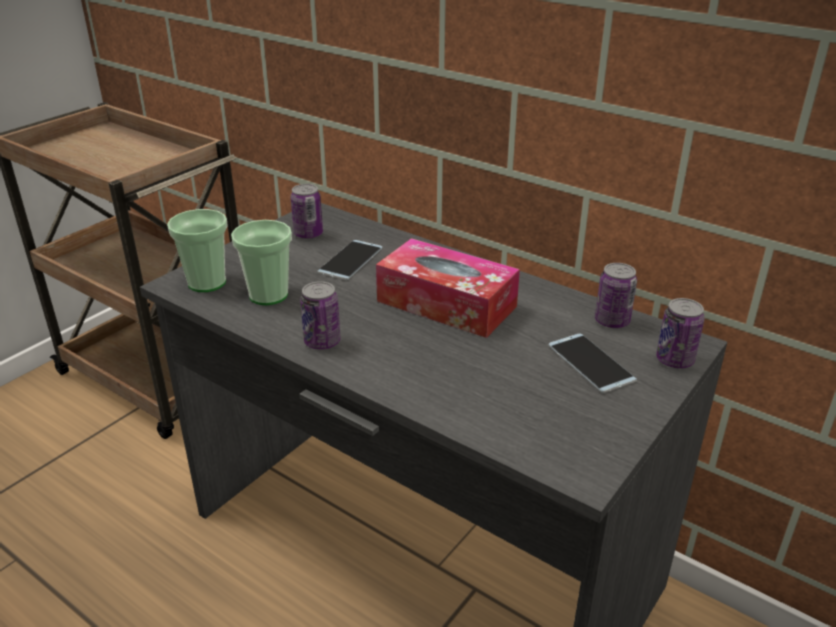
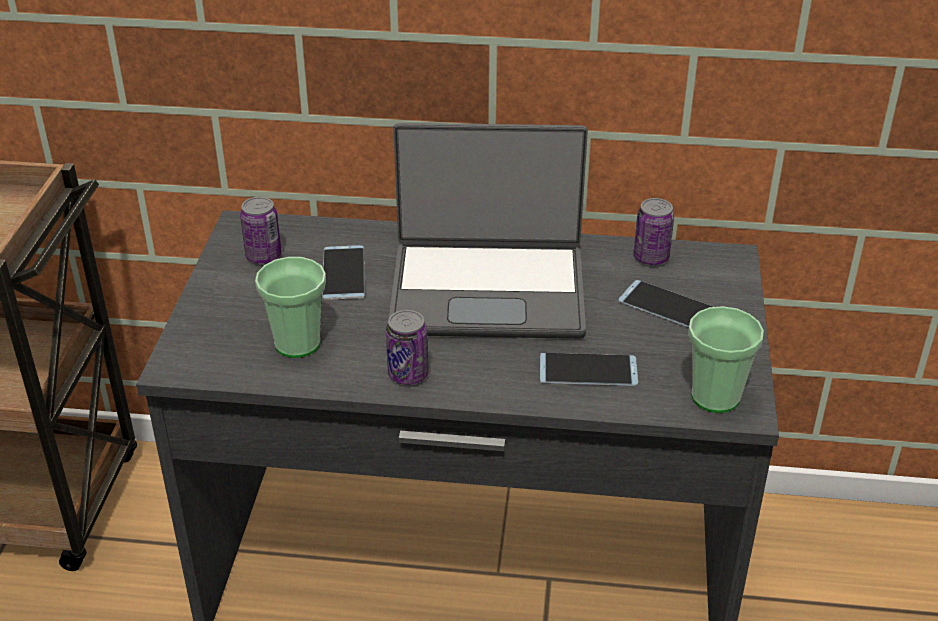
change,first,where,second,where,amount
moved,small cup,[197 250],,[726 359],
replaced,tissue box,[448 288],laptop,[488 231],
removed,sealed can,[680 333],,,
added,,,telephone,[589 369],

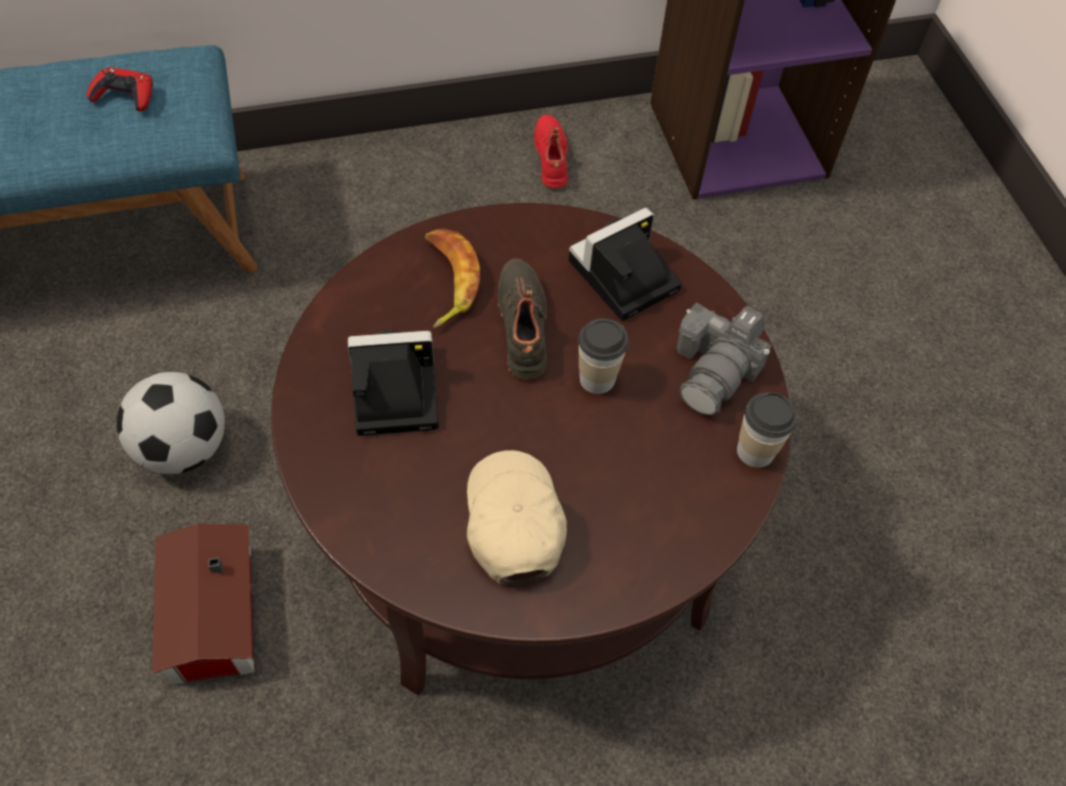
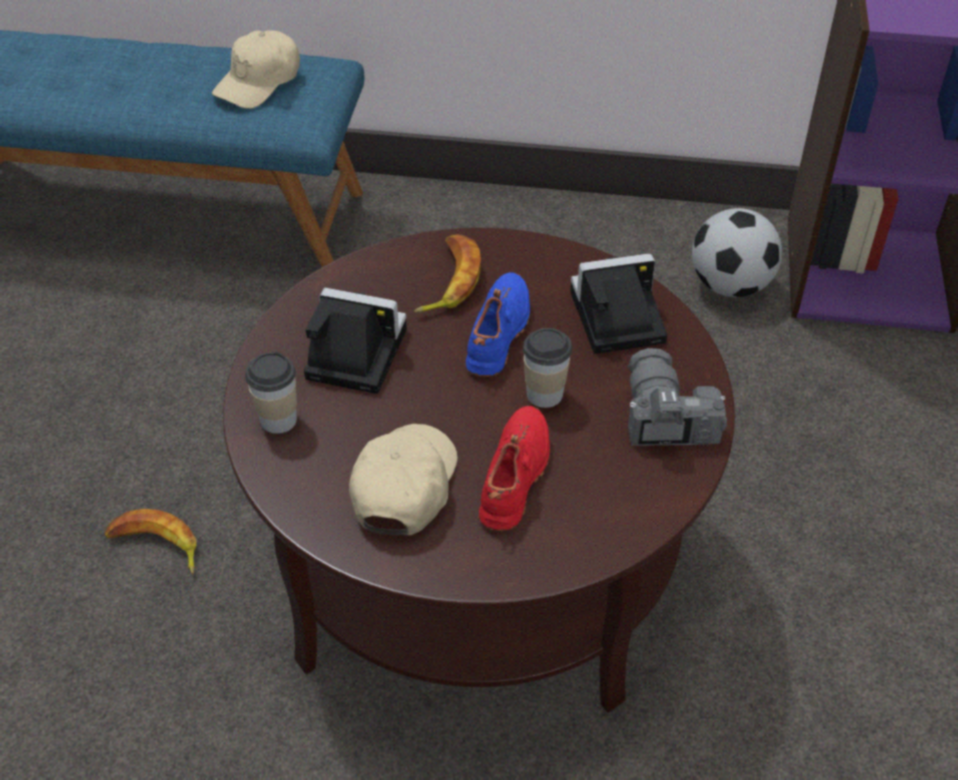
change,first,where,second,where,amount
replaced,gamepad (red),[120 89],cap (beige-coloured),[256 69],
moved,shoe (red),[551 152],,[514 468],
recoloured,shoe (blackish),[522 319],shoe (bluish),[497 324],
turned,photo camera,[724 359],,[677 397],120 degrees clockwise
moved,football,[171 423],,[737 252],
moved,small cup,[767 430],,[271 393],
replaced,model house,[203 604],banana fruit,[150 542],

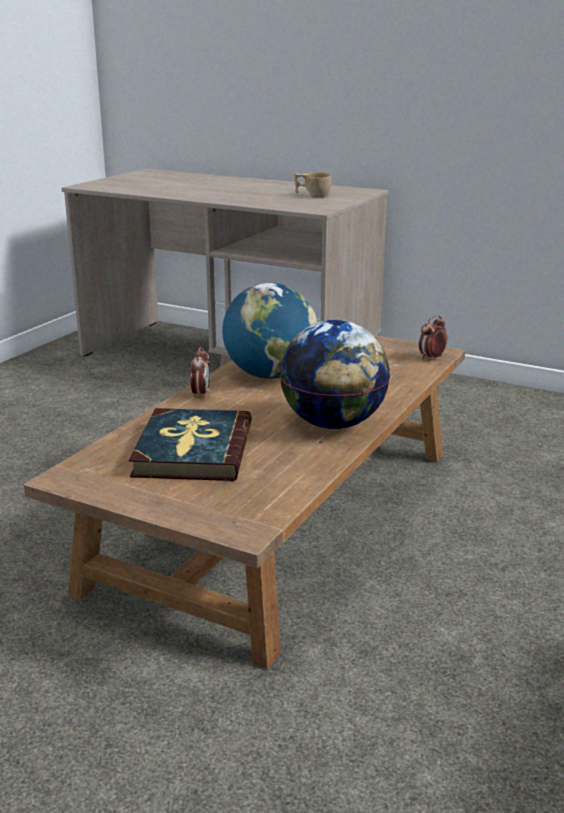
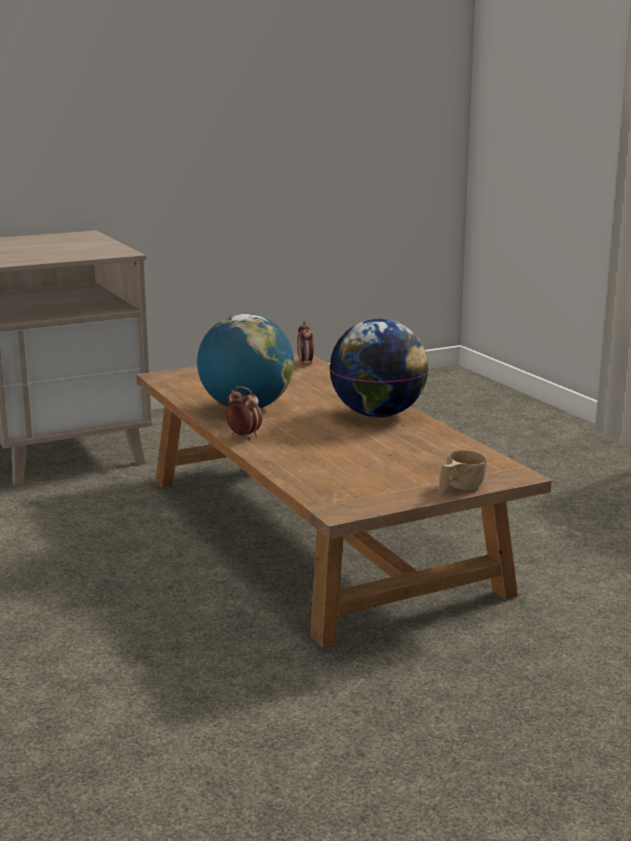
change,first,where,second,where,amount
moved,small cup (beige-coloured),[313 184],,[462 471],
removed,book,[190 444],,,

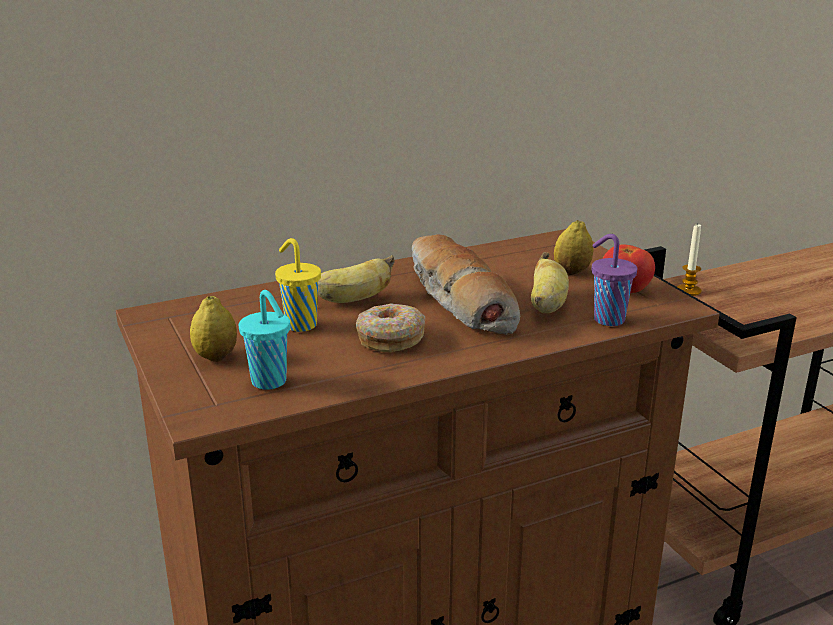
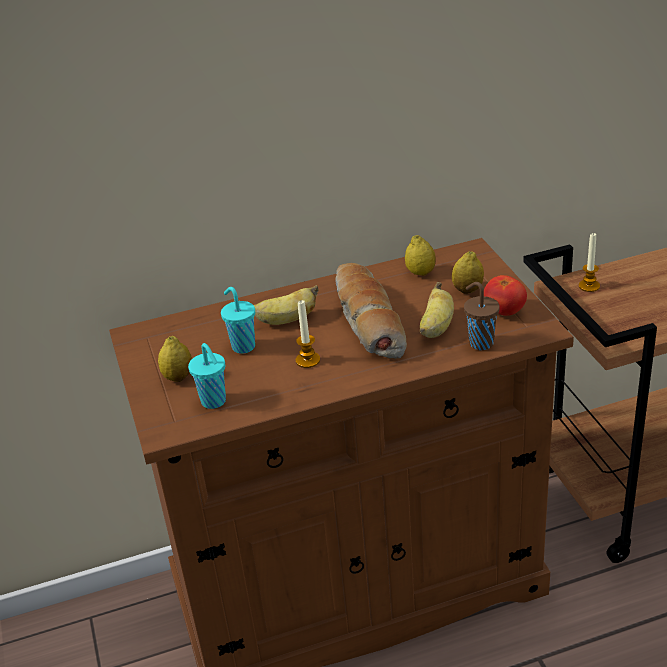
change,first,where,second,where,amount
recoloured,small cup (purple),[615 280],small cup (brownish),[482 316],
recoloured,small cup (yellow),[298 285],small cup (turquoise-coloured),[238 320],
replaced,ring doughnut,[390 328],candle,[308 334],
added,,,whole lemon,[420 255],

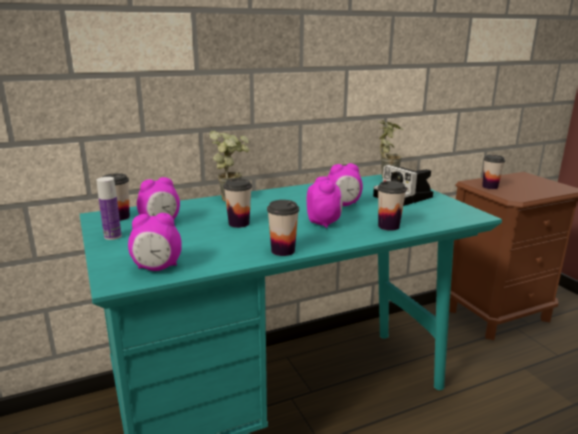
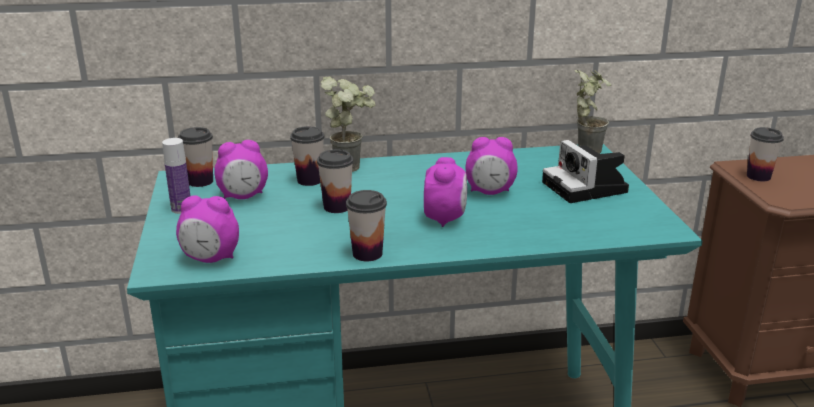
change,first,where,second,where,amount
moved,small cup,[392 206],,[307 156],

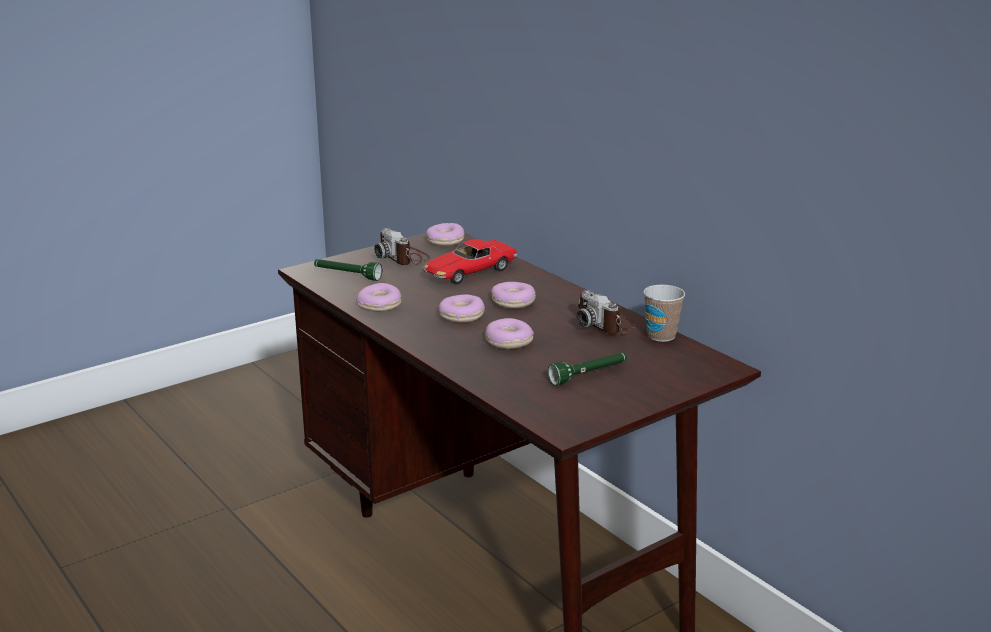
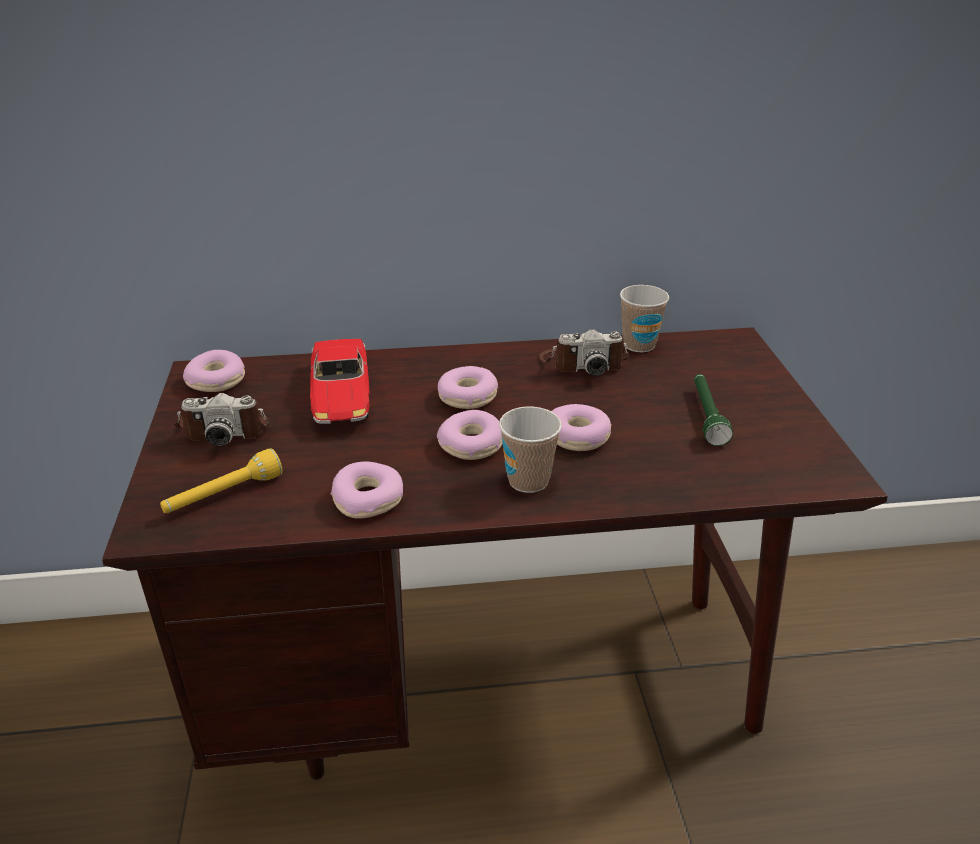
change,first,where,second,where,amount
recoloured,hand torch (green-coloured),[348 270],hand torch (yellow),[221 480],
added,,,small cup,[530 450],

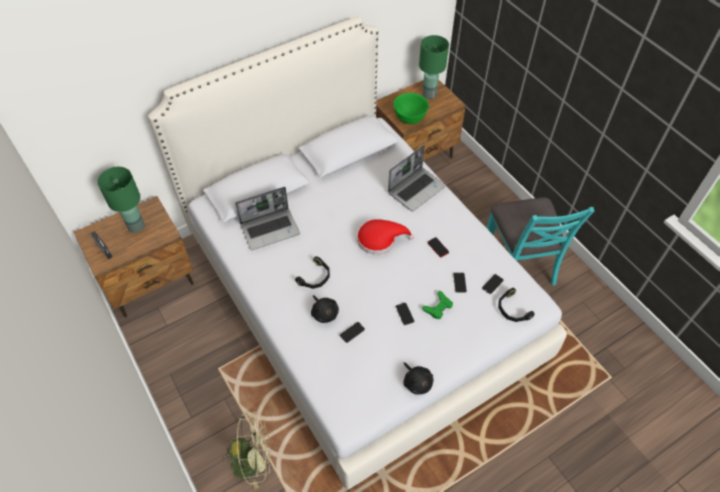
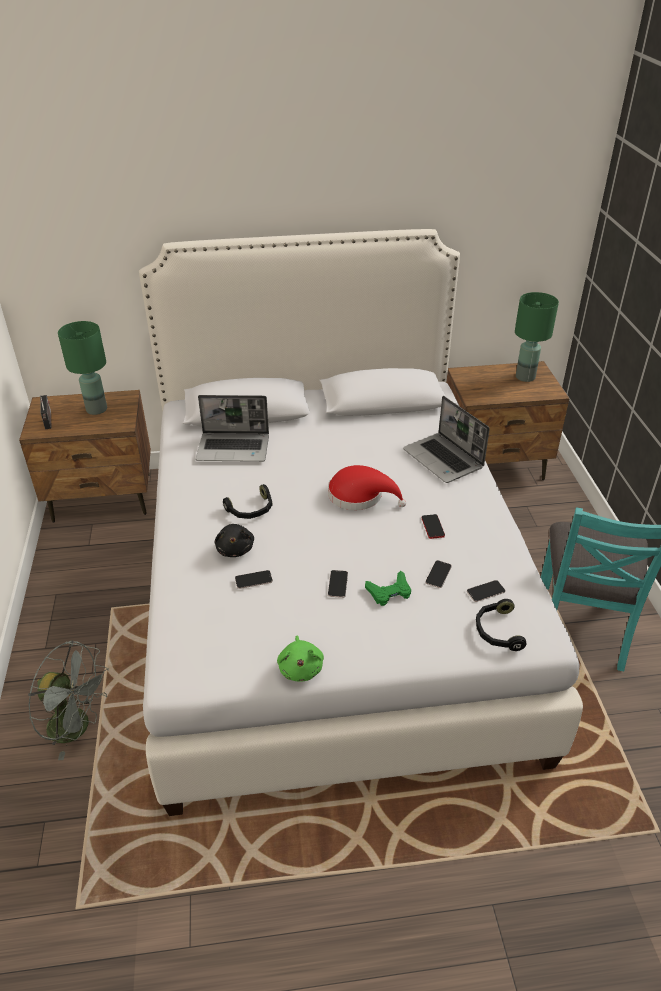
change,first,where,second,where,amount
removed,deep dish (green-coloured),[411 108],,,
turned,laptop,[417 178],,[446 439],75 degrees clockwise
recoloured,cuddly toy (blackish),[418 378],cuddly toy (green-coloured),[300 658],
recoloured,electric fan (green-coloured),[247 450],electric fan (gray),[68 700],

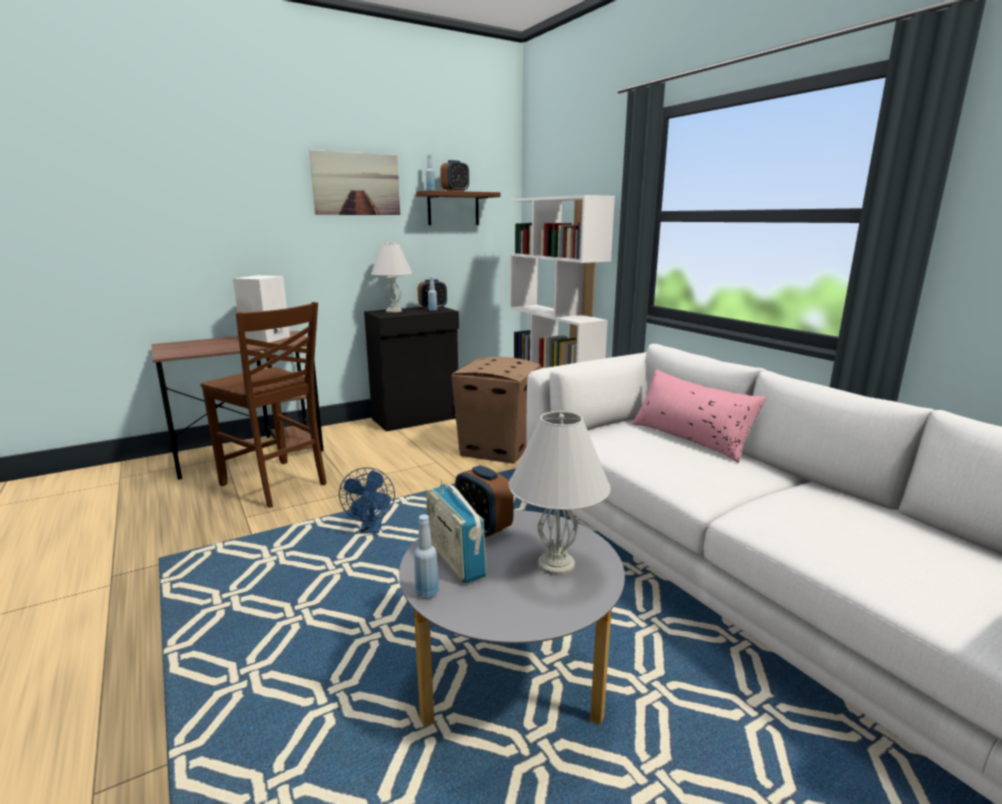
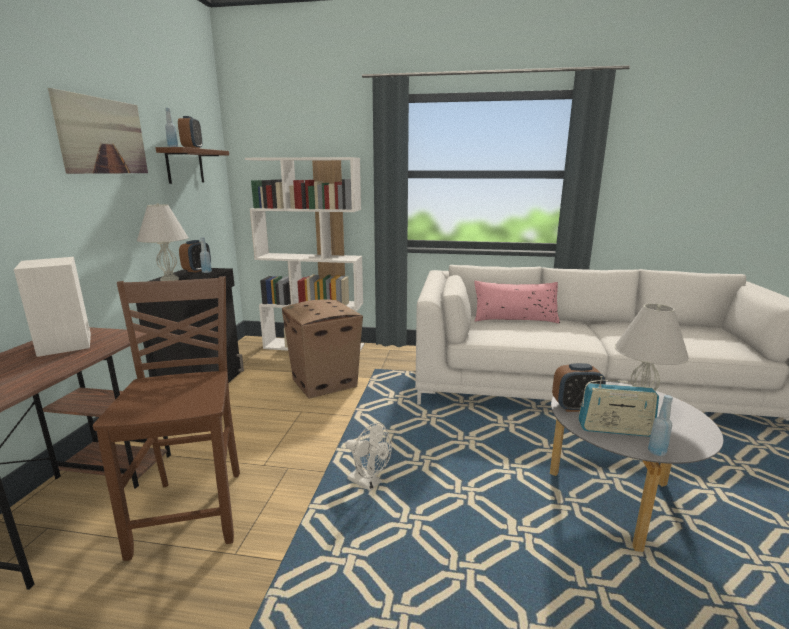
change,first,where,second,where,amount
turned,plain chair (brownish),[263 405],,[166 418],90 degrees counterclockwise
recoloured,electric fan (bluish),[367 500],electric fan (whitish),[368 457],

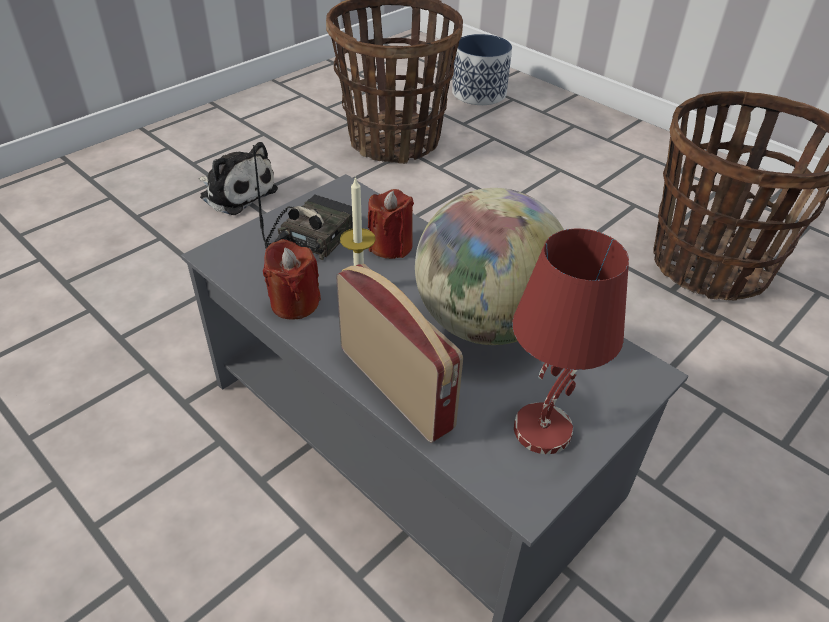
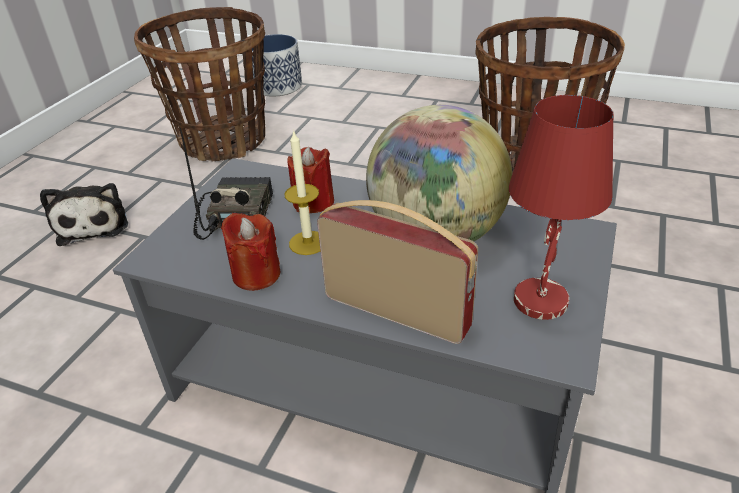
change,first,where,second,where,amount
turned,cuddly toy,[238 178],,[84 214],60 degrees clockwise

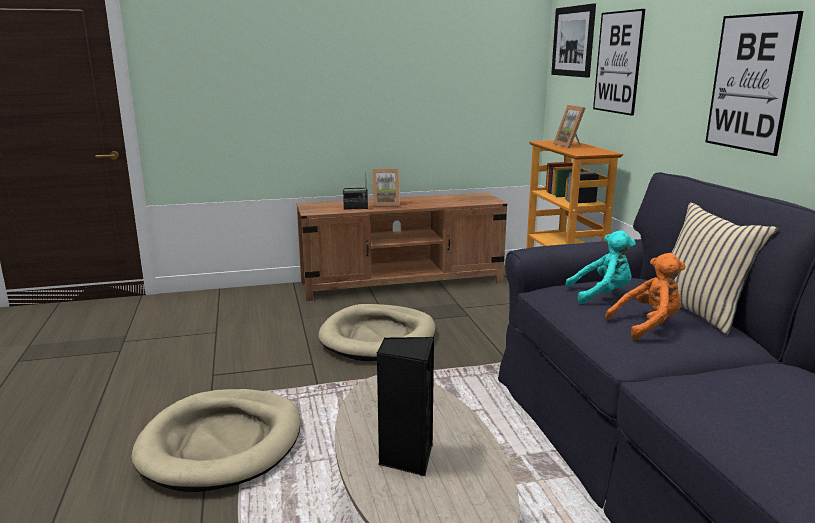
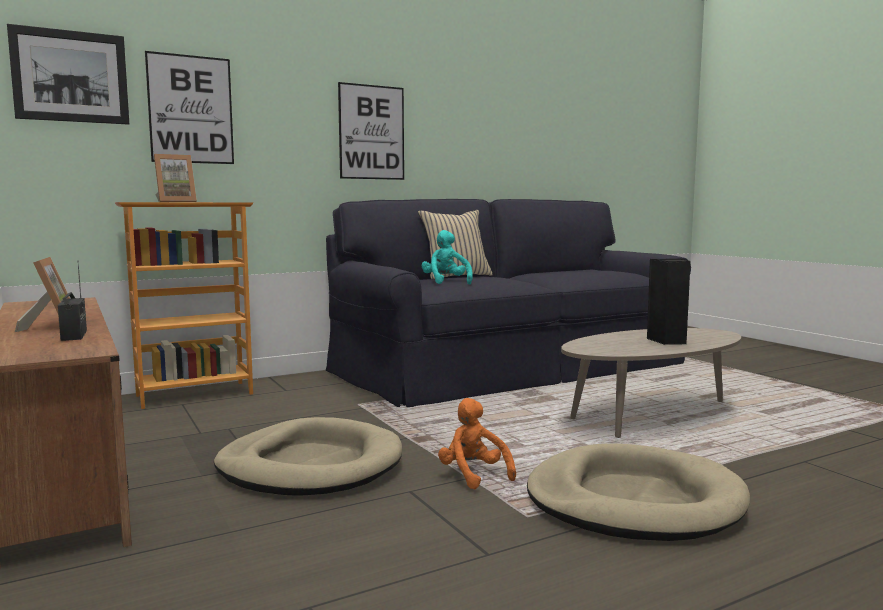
change,first,where,second,where,amount
moved,cuddly toy (orange),[645 296],,[477 444],

